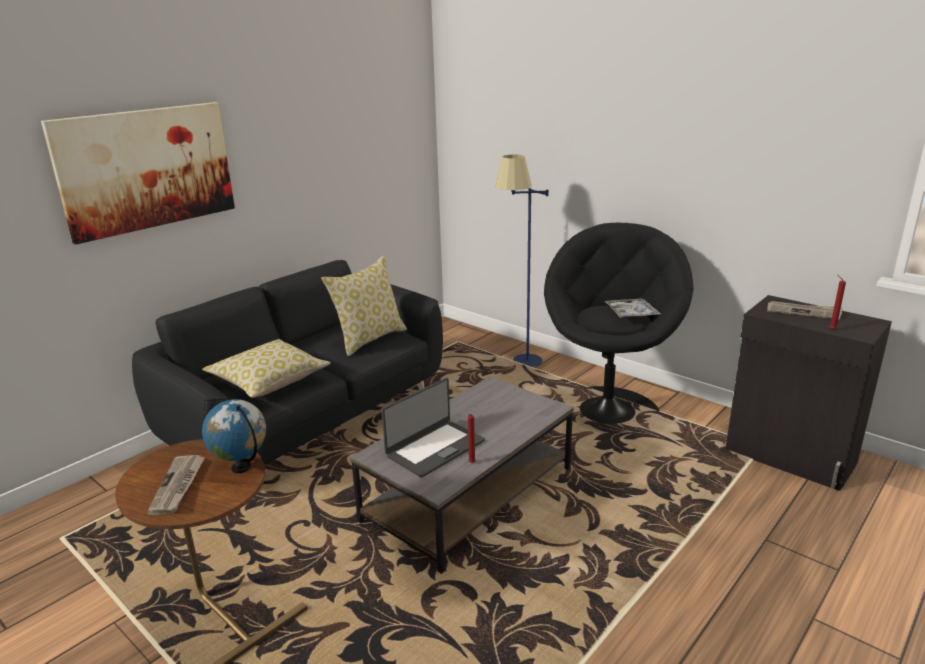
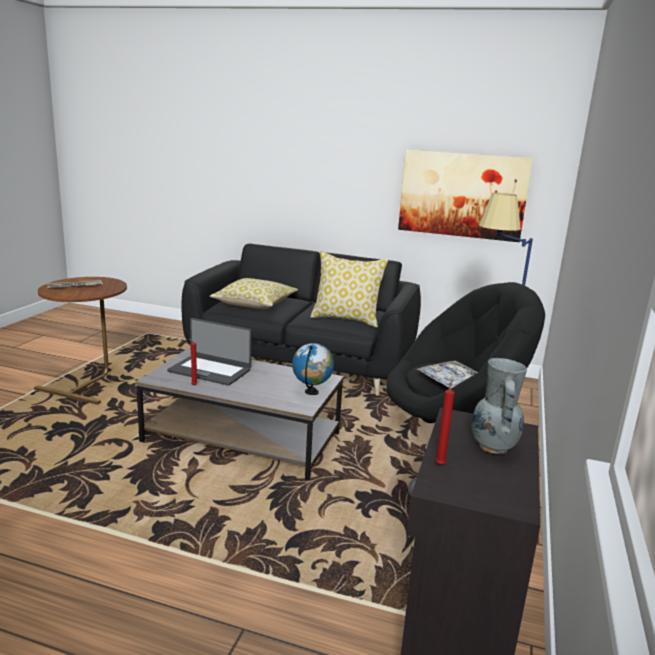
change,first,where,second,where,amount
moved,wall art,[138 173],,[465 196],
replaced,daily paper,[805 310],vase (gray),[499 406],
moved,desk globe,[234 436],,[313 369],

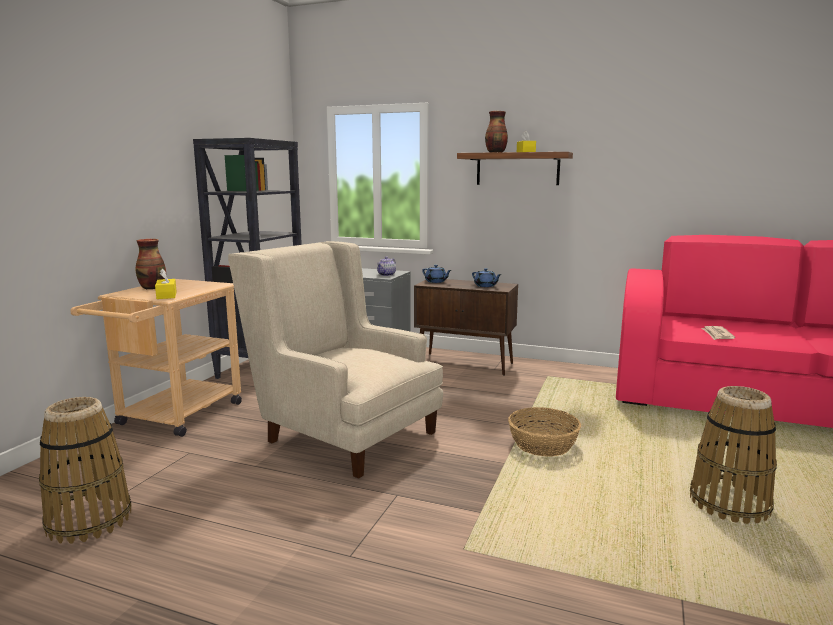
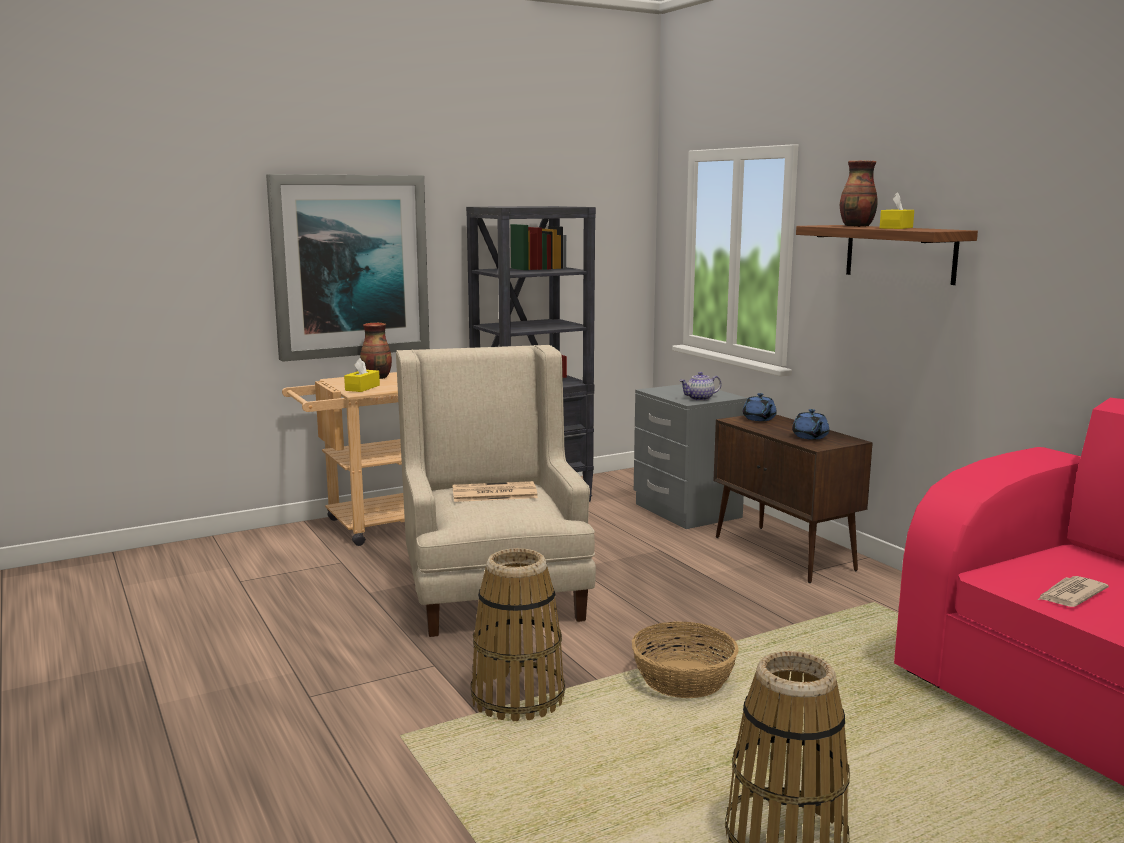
change,first,where,second,where,amount
moved,storage basket,[85 470],,[518 634],
added,,,wall art,[348 268],
added,,,daily paper,[495 491],

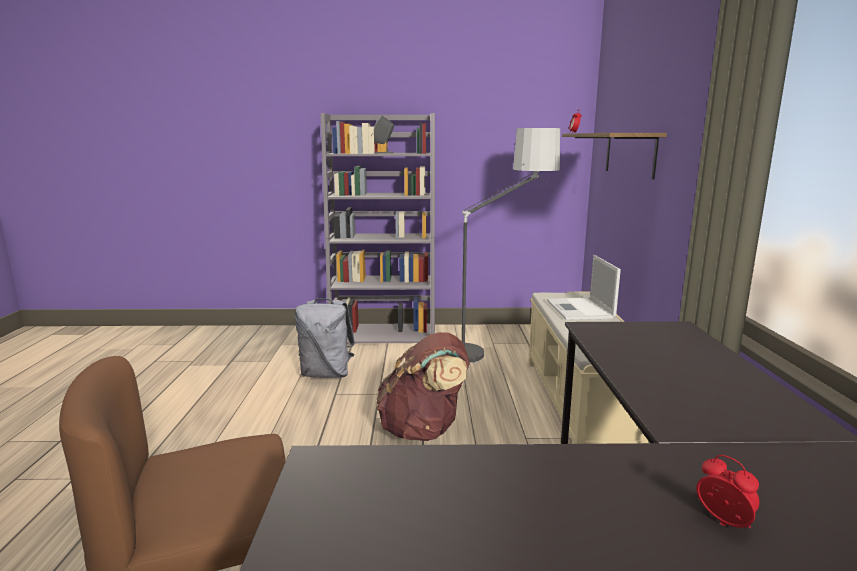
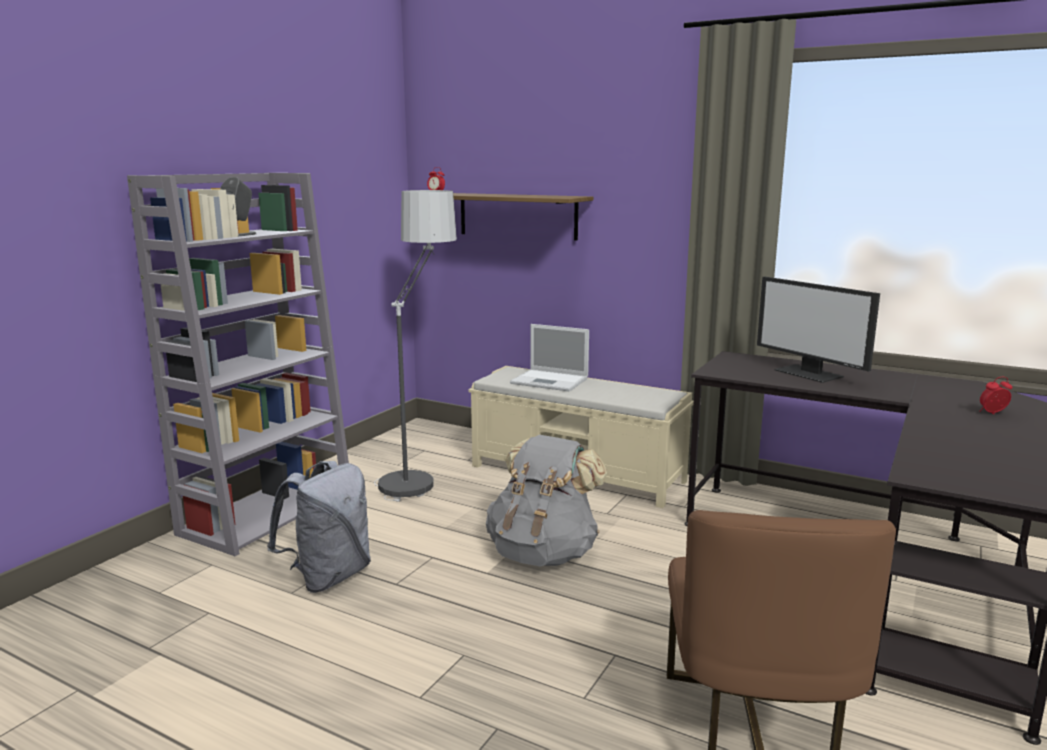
change,first,where,second,where,amount
recoloured,backpack (brownish),[423 386],backpack (gray),[546 501],
added,,,computer display,[818 329],

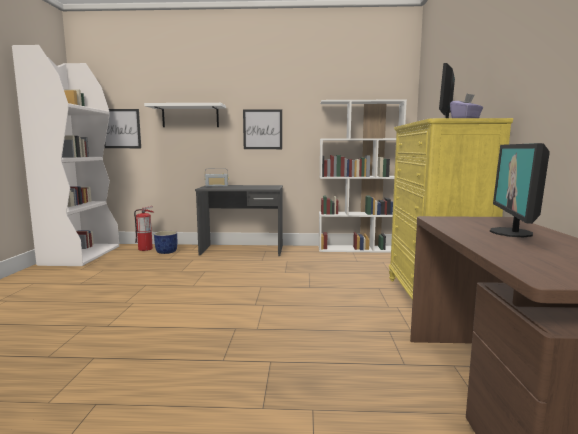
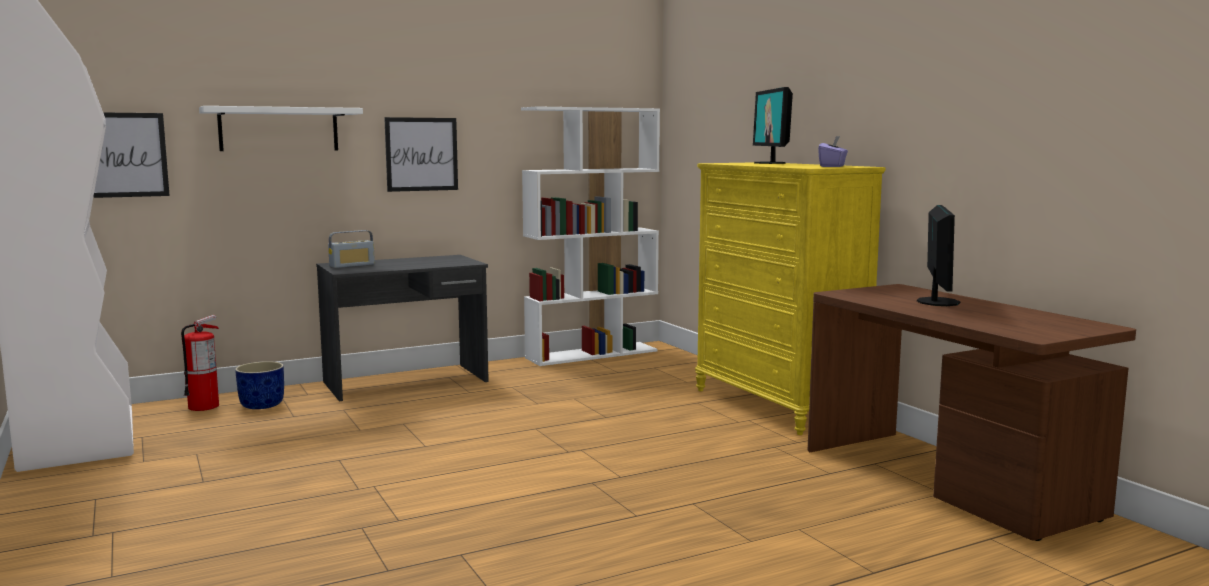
change,first,where,second,where,amount
turned,computer display,[520 190],,[938 255],150 degrees counterclockwise

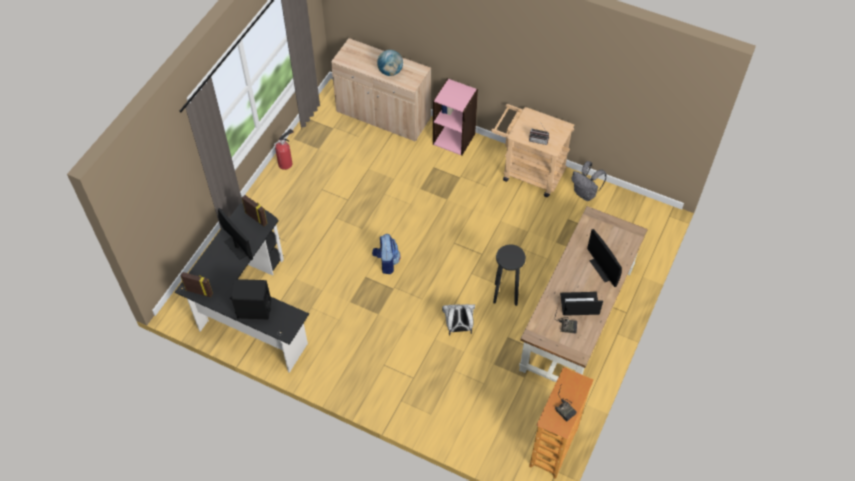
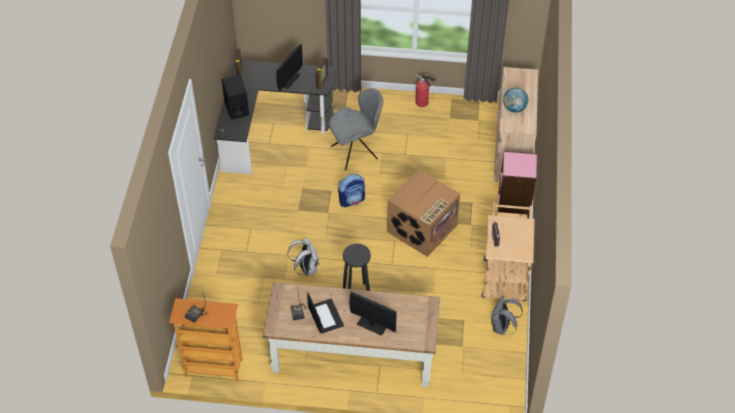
change,first,where,second,where,amount
turned,computer display,[604 258],,[373 314],75 degrees clockwise
added,,,plain chair (gray),[355 129],
added,,,carton,[423 213],

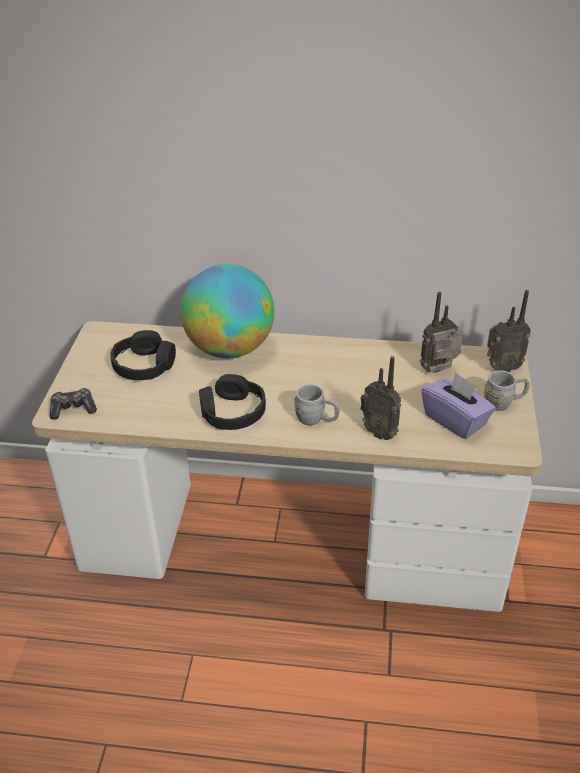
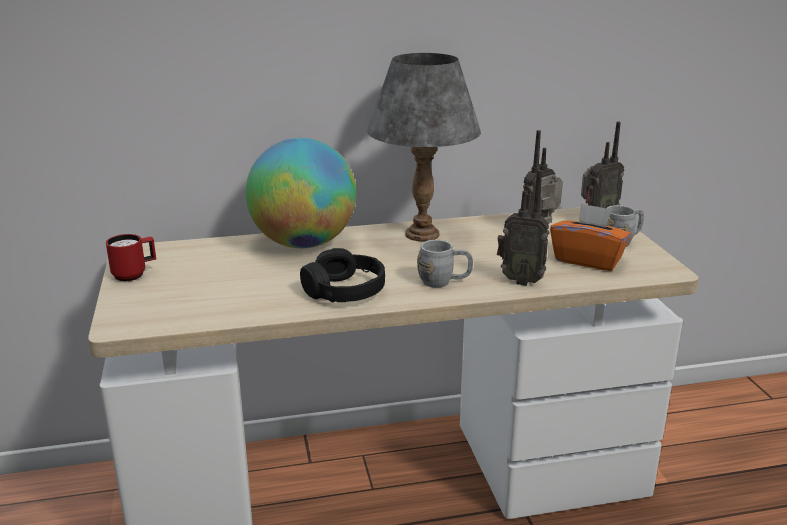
change,first,where,second,where,amount
removed,pair of headphones (blackish),[143 355],,,
recoloured,tissue box (purple),[459 405],tissue box (orange),[590 237],
removed,gamepad,[73 403],,,
added,,,table lamp (gray),[424 147],
added,,,coffee mug (red),[131 257],

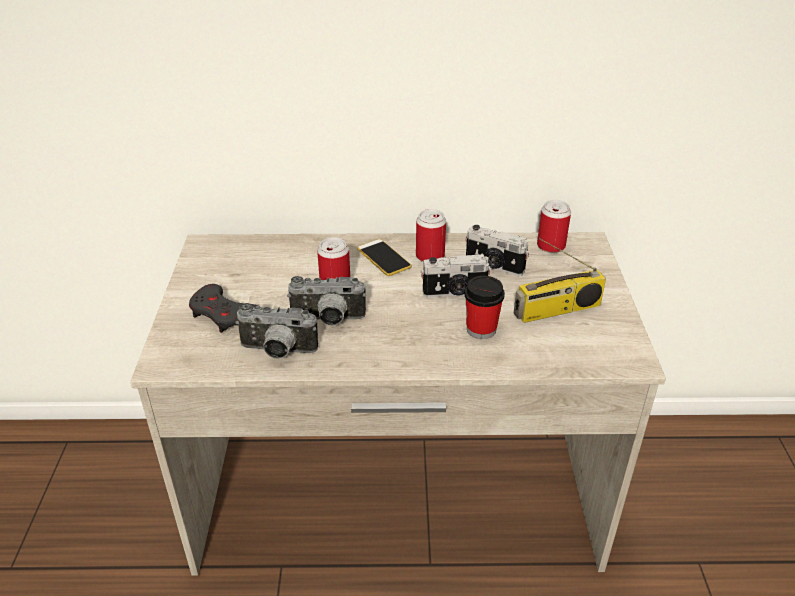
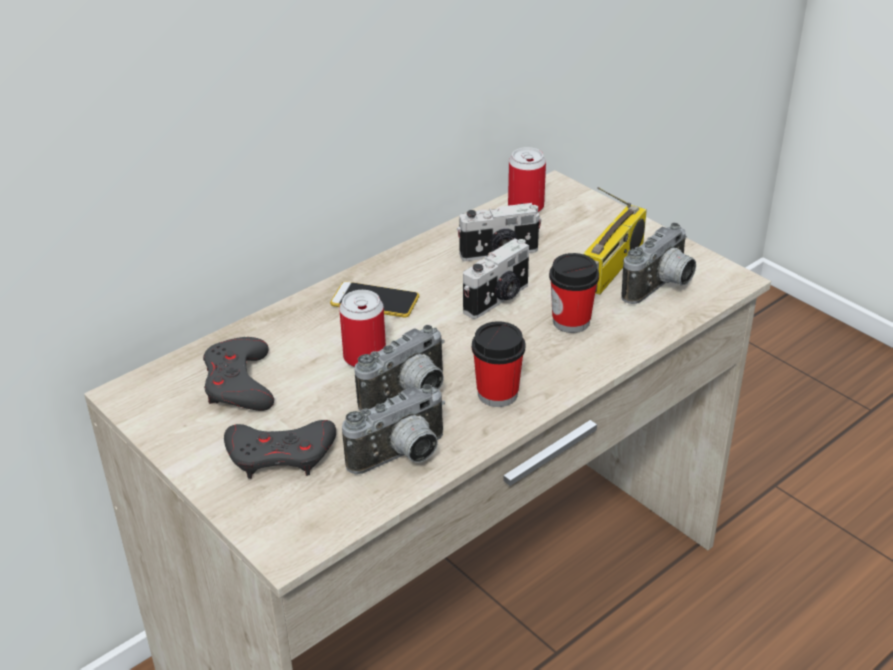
change,first,where,second,where,amount
removed,sealed can,[431 235],,,
added,,,photo camera,[659 263],
added,,,small cup,[498 364],
added,,,gamepad (gray),[238 374],

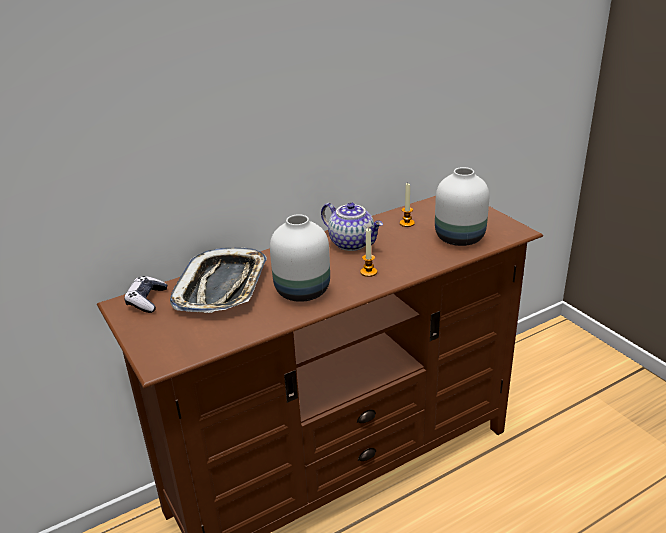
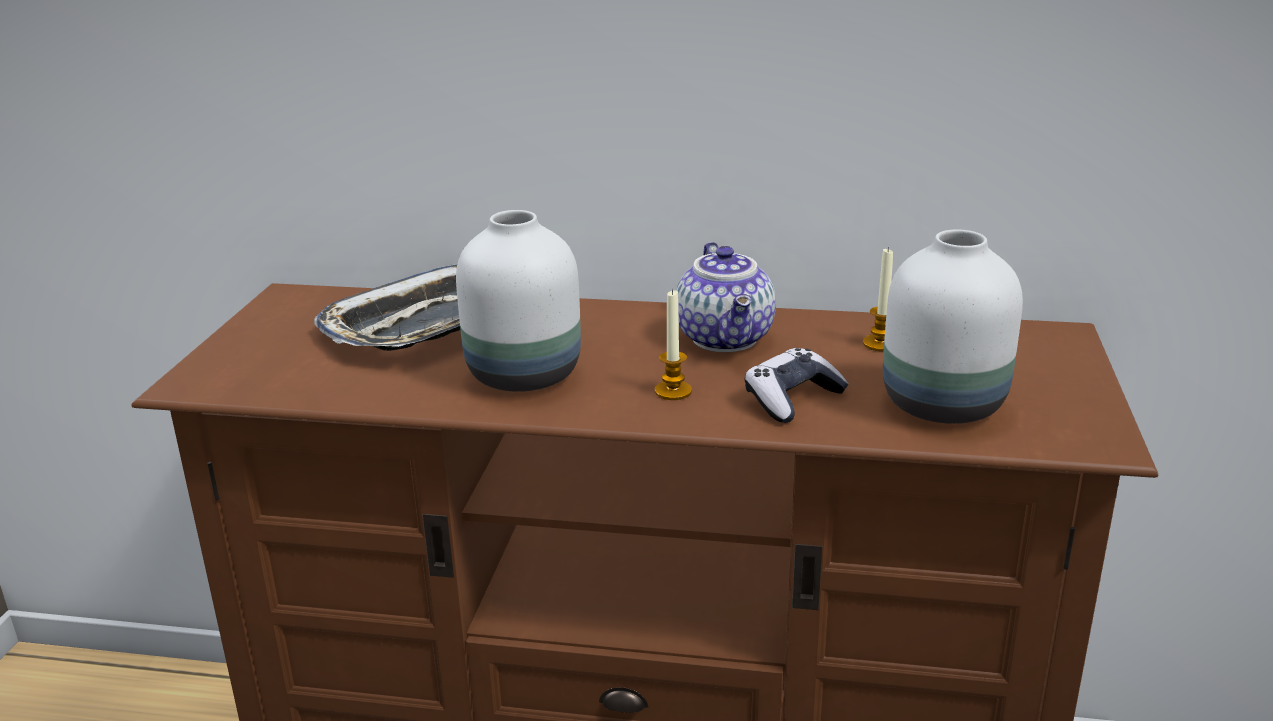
change,first,where,second,where,amount
moved,gamepad,[145 294],,[797 385],

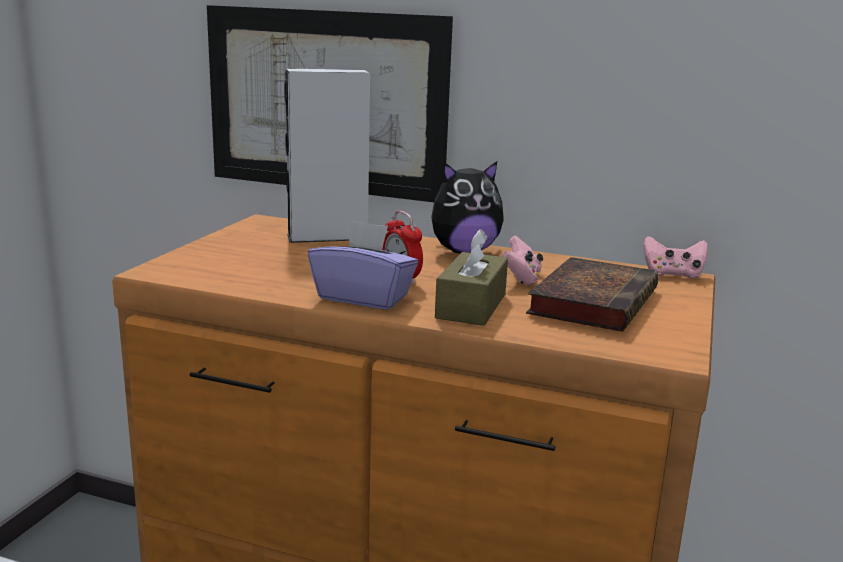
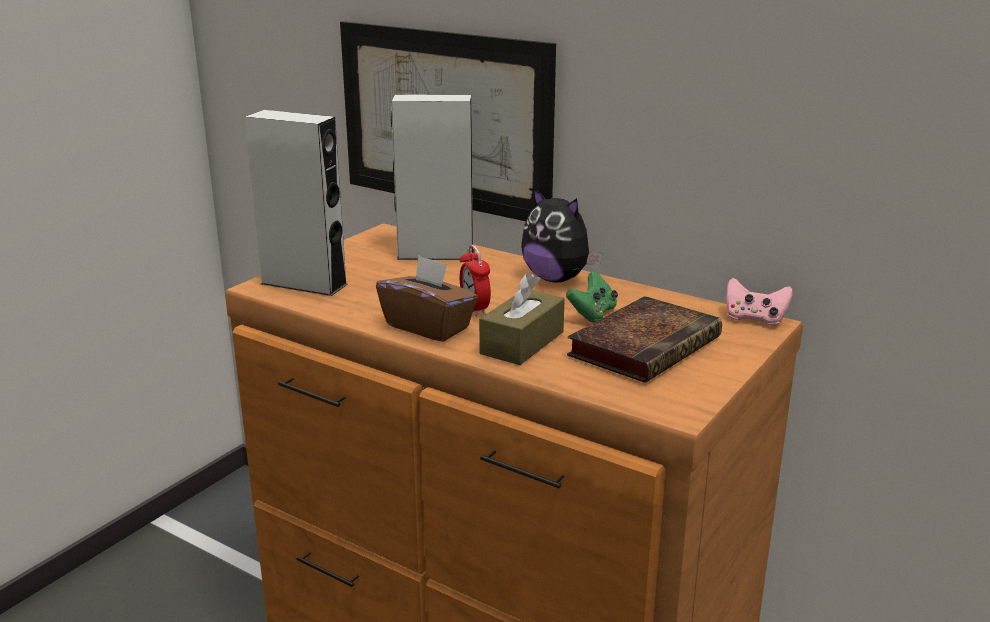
change,first,where,second,where,amount
turned,cuddly toy,[467 207],,[561 235],45 degrees clockwise
recoloured,tissue box (purple),[363 265],tissue box (brownish),[427 299],
recoloured,gamepad (pink),[522 260],gamepad (green-coloured),[592 297],
added,,,loudspeaker (gray),[296 203],

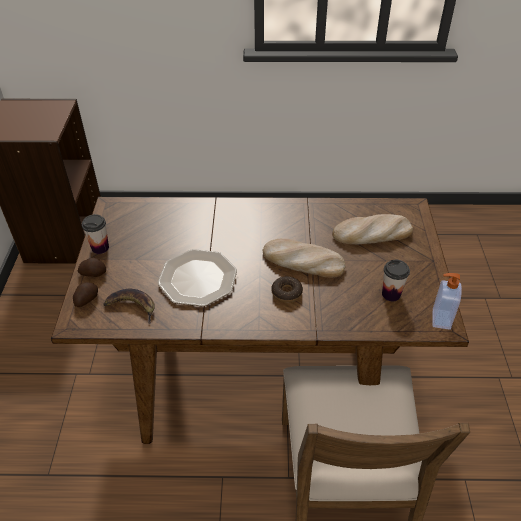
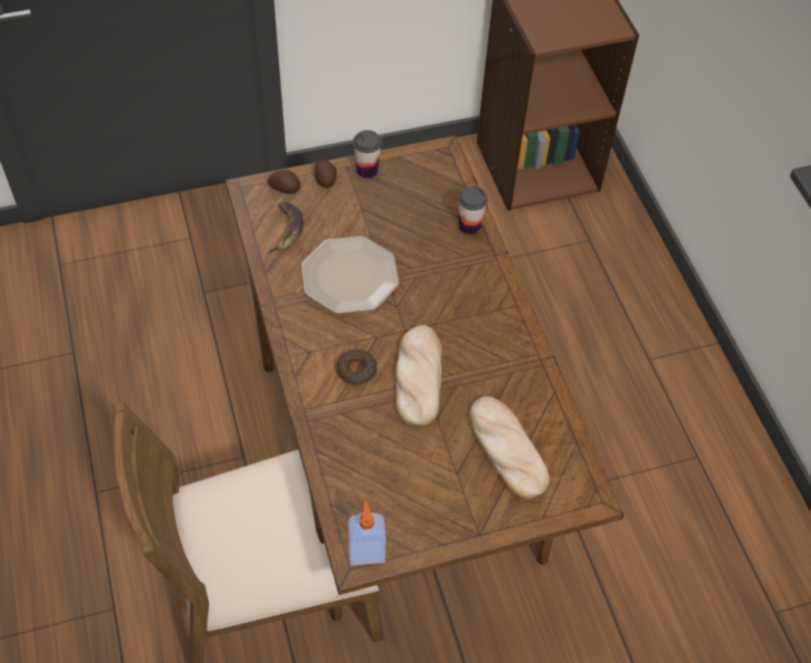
change,first,where,second,where,amount
moved,small cup,[396 280],,[473 210],

